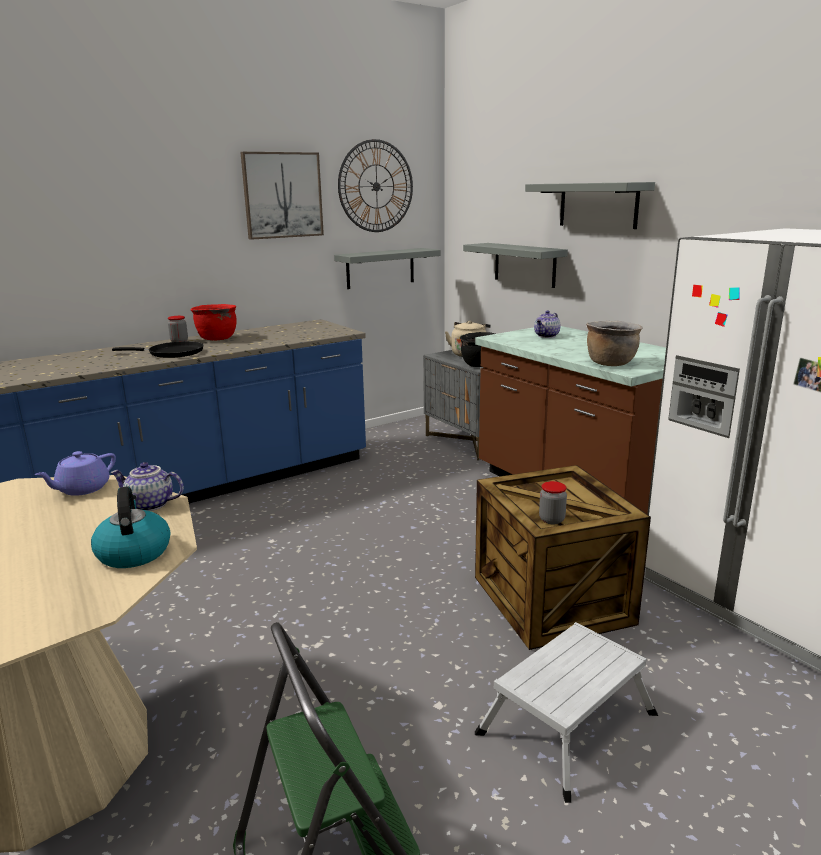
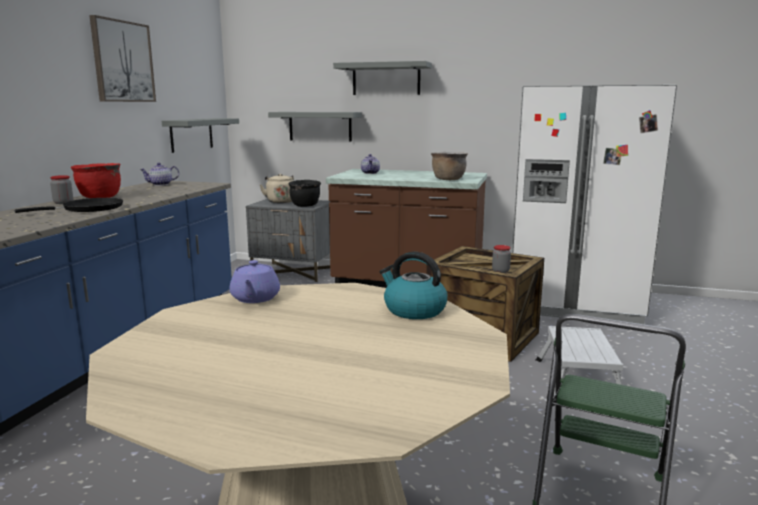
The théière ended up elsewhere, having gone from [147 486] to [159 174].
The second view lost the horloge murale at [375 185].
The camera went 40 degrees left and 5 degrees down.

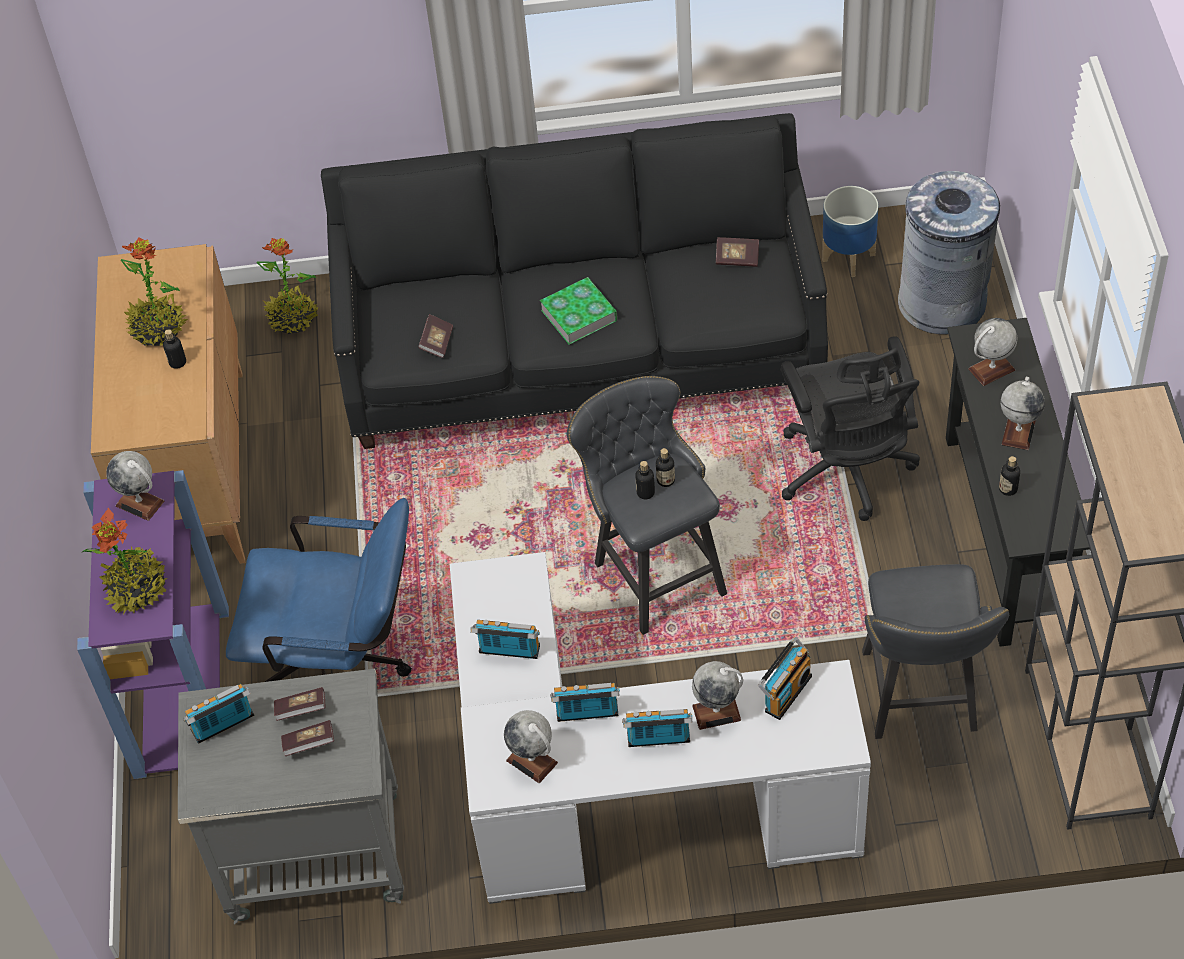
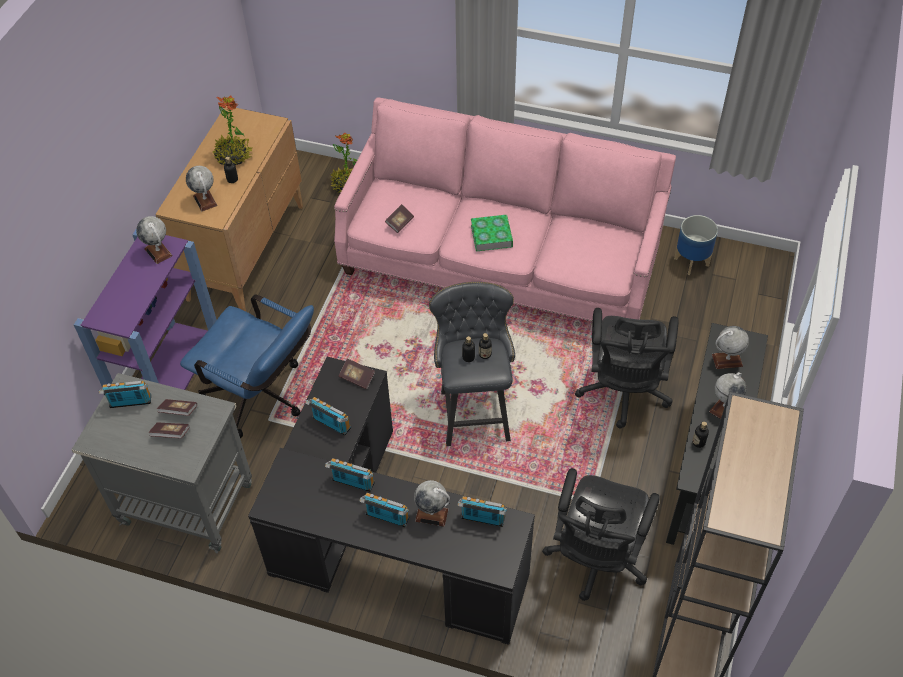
The second view lost the plante en pot at [125 561].
What was the canapé/noir at [574 281] turned into the canapé/rose at [505 210].
What was the bureau/blanc at [660 728] turned into the bureau/noir at [391 501].
The globe ended up elsewhere, having gone from [531 746] to [202 189].
The livre ended up elsewhere, having gone from [737 252] to [357 374].
The radio at [785 678] ended up facing another way, 135 degrees counterclockwise from before.
Where the tabouret/gris stood at [935 651], the chaise de bureau came to stand at [601 534].
The second view lost the poubelle/gris at [949 253].
The camera went 20 degrees right and 0 degrees up.

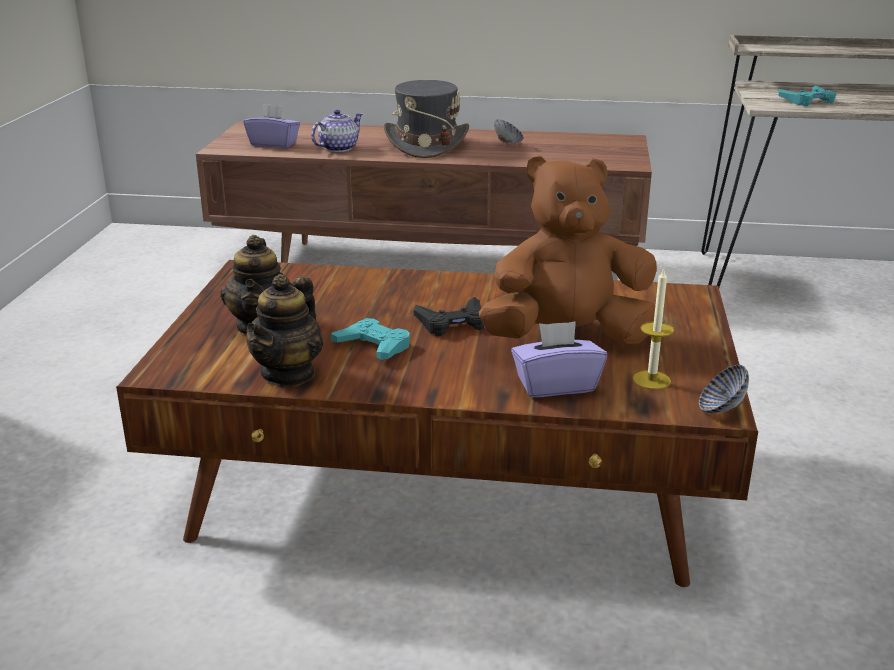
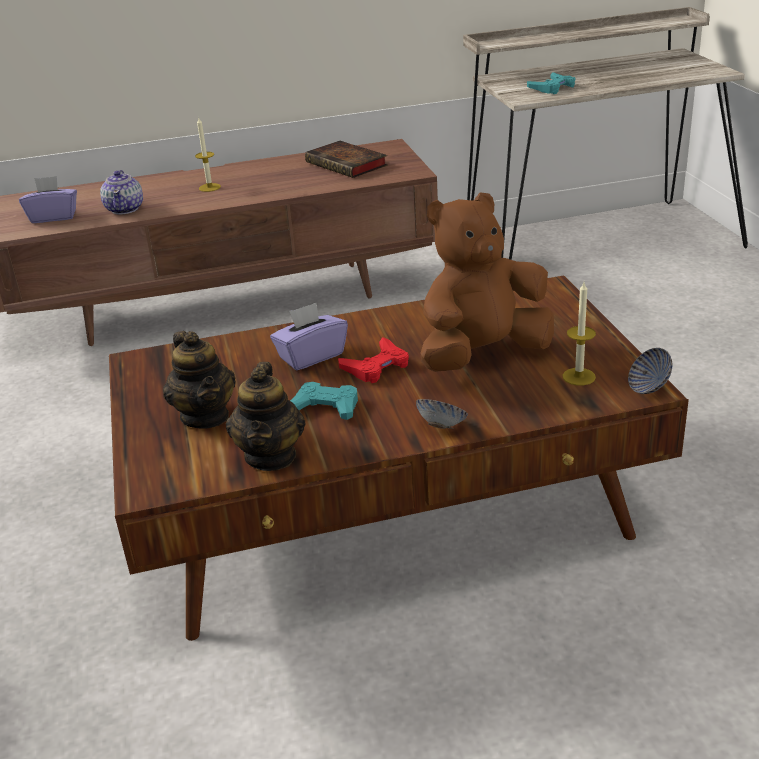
The théière at [337 130] ended up facing another way, 150 degrees clockwise from before.
Where the chapeau/gris stood at [426 119], the bougie came to stand at [208 155].
What was the manette/noir at [449 316] turned into the manette/rouge at [373 360].
The bol ended up elsewhere, having gone from [509 131] to [442 414].
The boîte à mouchoirs/violet ended up elsewhere, having gone from [559 359] to [309 337].
The second view gained the livre at [346 159].
The camera went 20 degrees left and 5 degrees up.

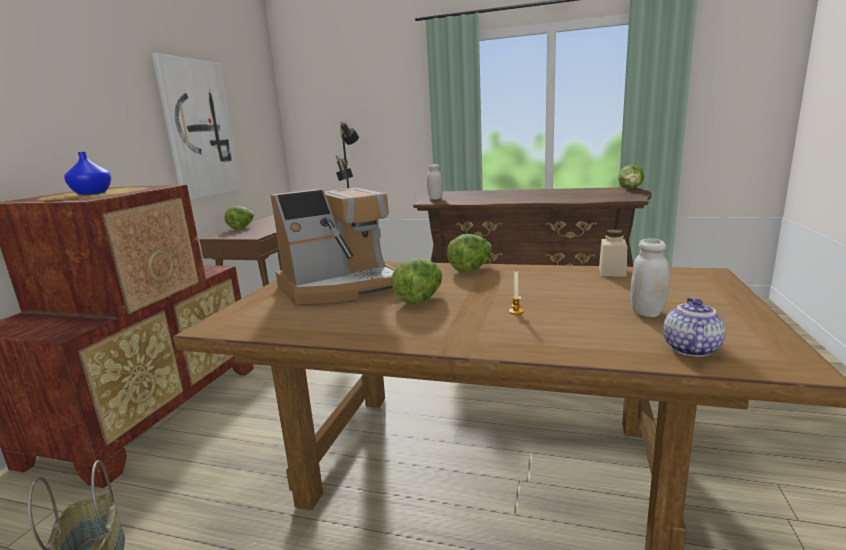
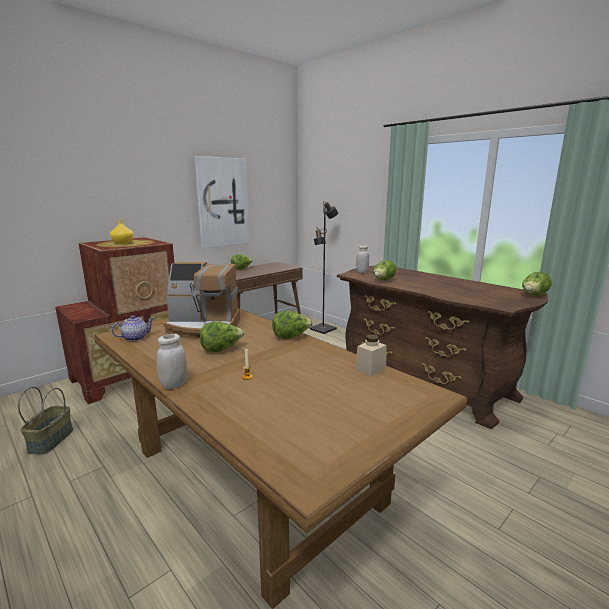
What was the vase/bleu at [87 173] turned into the vase/jaune at [122 232].
The bocal/blanc ended up elsewhere, having gone from [650 278] to [172 361].
The théière ended up elsewhere, having gone from [694 327] to [133 328].
The second view gained the laitue at [385 270].
The camera went 30 degrees right and 0 degrees up.

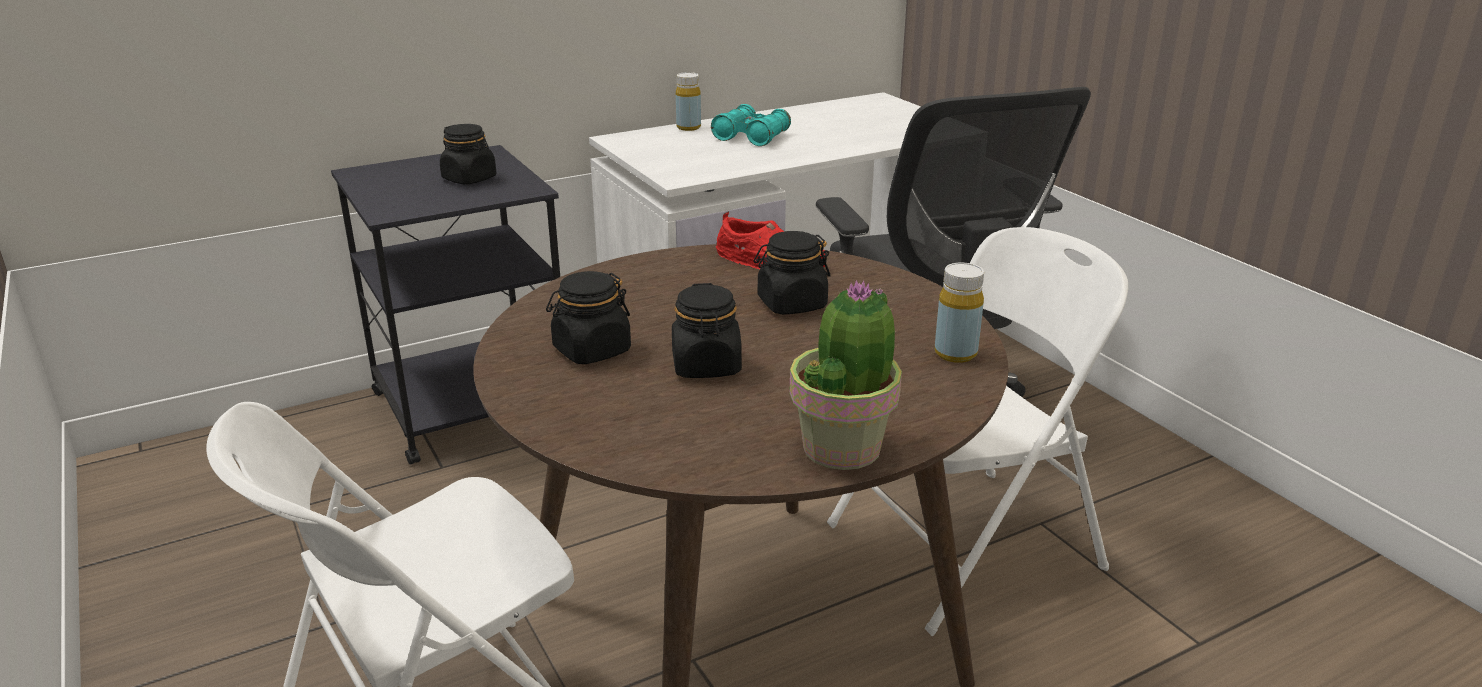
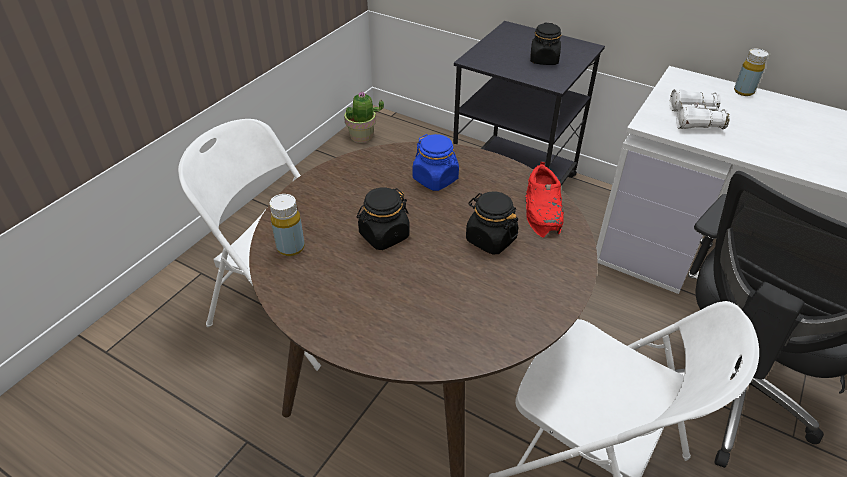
The second view lost the bocal/noir at [588 317].
The second view lost the jumelles/turquoise at [751 125].
The plante en pot ended up elsewhere, having gone from [845 375] to [364 117].
The bouteille/jaune ended up elsewhere, having gone from [959 313] to [287 225].
The second view gained the bocal/bleu at [436 162].
The second view gained the jumelles/blanc at [699 109].
The camera went 60 degrees right and 15 degrees up.

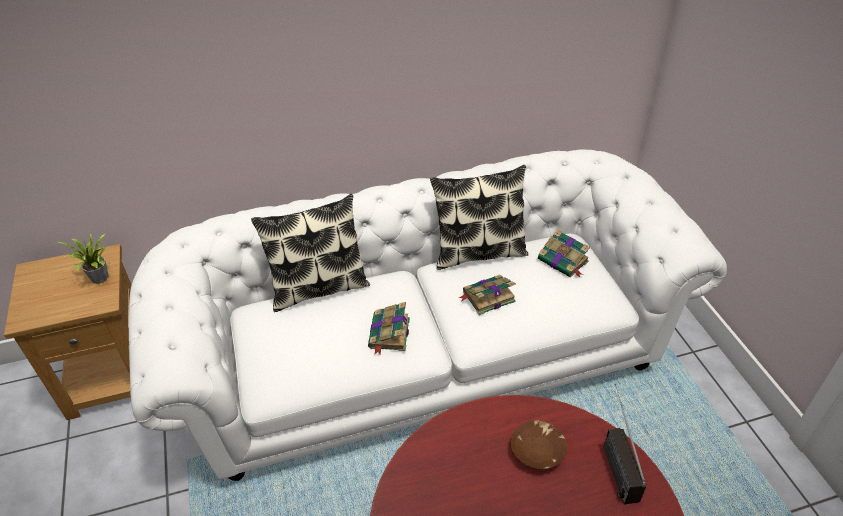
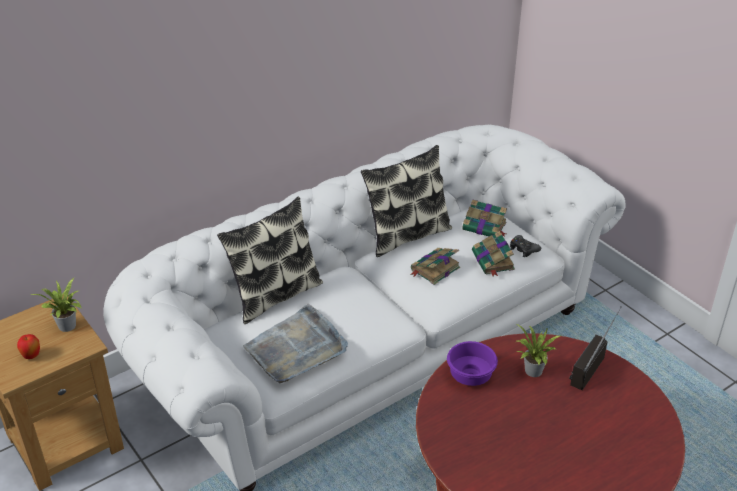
The livre ended up elsewhere, having gone from [389 328] to [493 253].
Where the bol/marron stood at [538 445], the plante en pot came to stand at [538 350].
The radio at [625 444] ended up facing another way, 60 degrees clockwise from before.
The second view gained the pomme at [28 346].
The second view gained the plateau/gris at [295 343].
The second view gained the bol/violet at [472 363].
The second view gained the manette/noir at [525 246].
The camera went 20 degrees left and 5 degrees down.

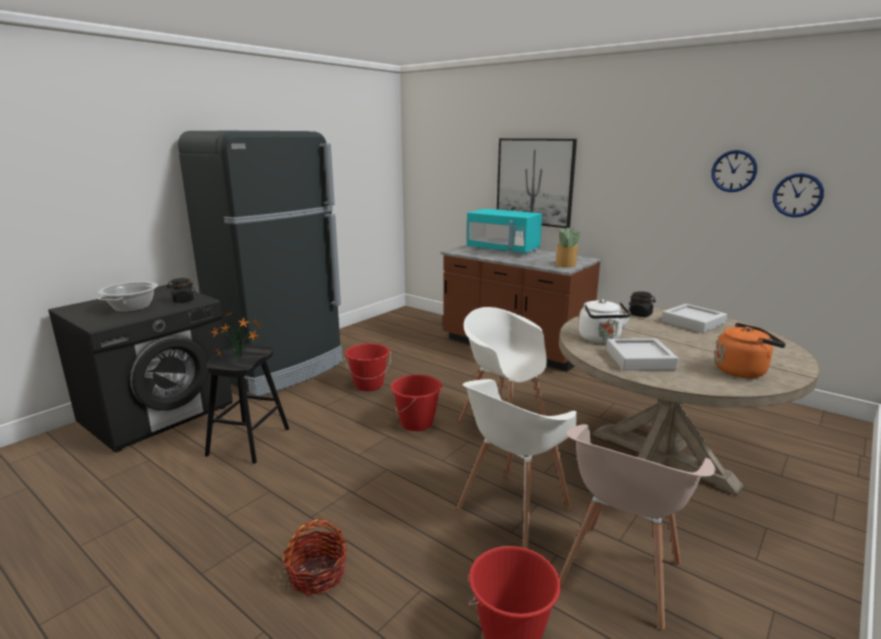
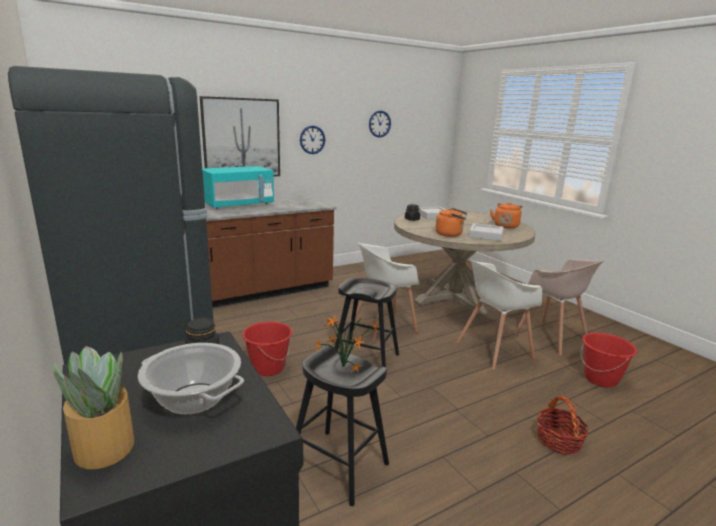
Where the seau/rouge stood at [416 403], the tabouret/noir came to stand at [366 322].
The chaise/blanc at [517 464] ended up facing another way, 90 degrees clockwise from before.
The plante en pot ended up elsewhere, having gone from [568 247] to [93 407].
What was the bouilloire/blanc at [604 321] turned into the bouilloire/orange at [451 222].
The horloge murale ended up elsewhere, having gone from [798 195] to [312 139].
The camera went 70 degrees left and 0 degrees up.

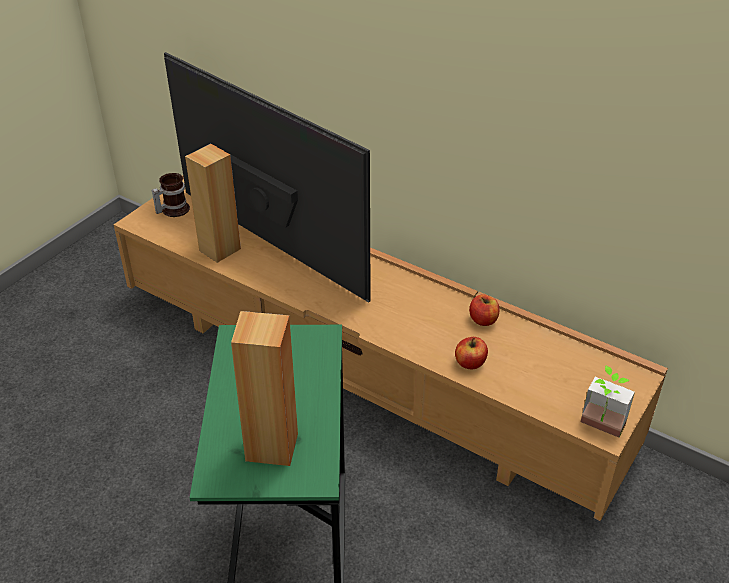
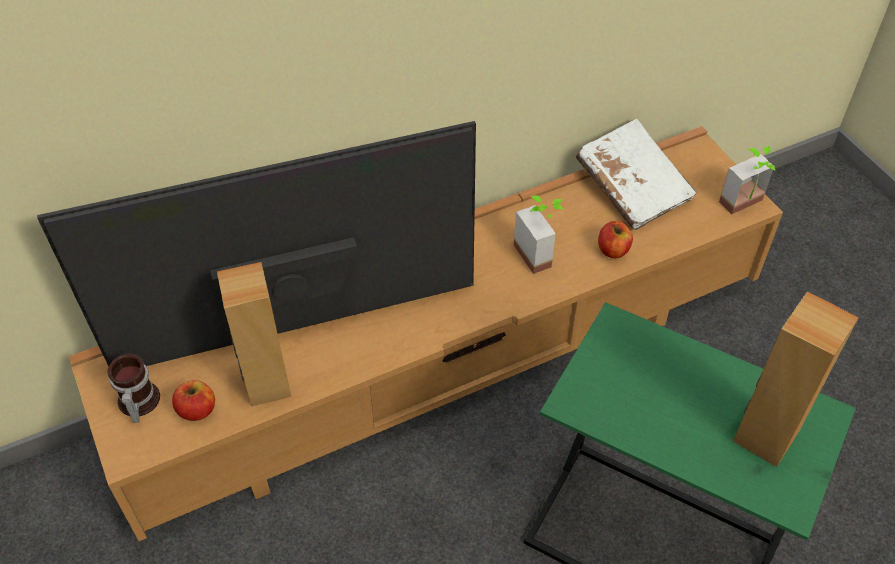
The pomme ended up elsewhere, having gone from [484 310] to [193 400].
The second view gained the plante en pot at [539 234].
The second view gained the livre/blanc at [636 174].
The camera went 60 degrees left and 10 degrees up.

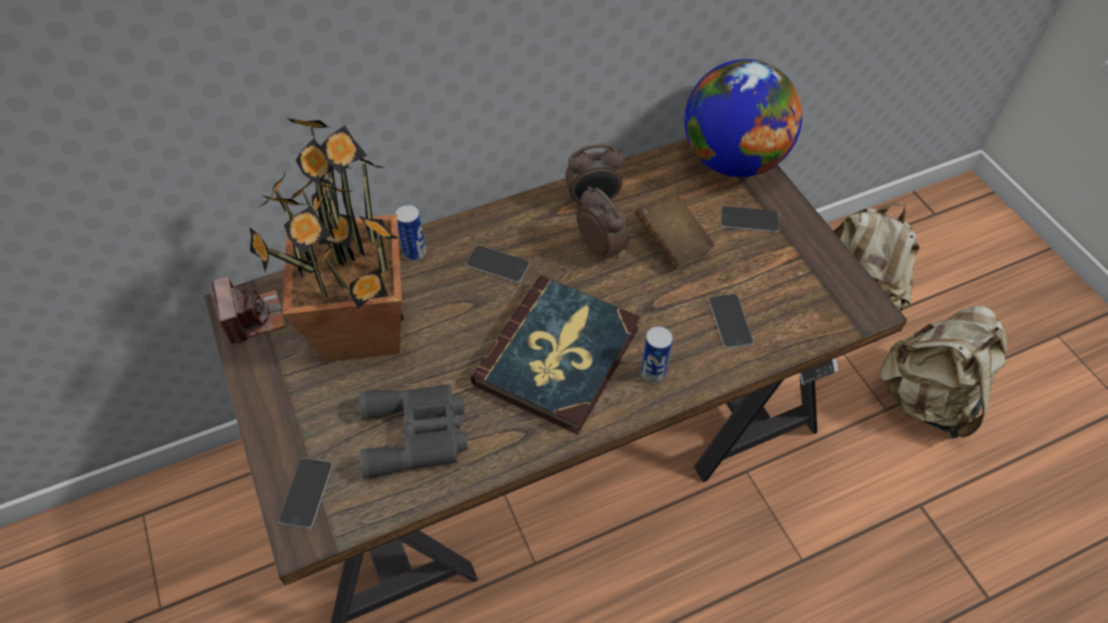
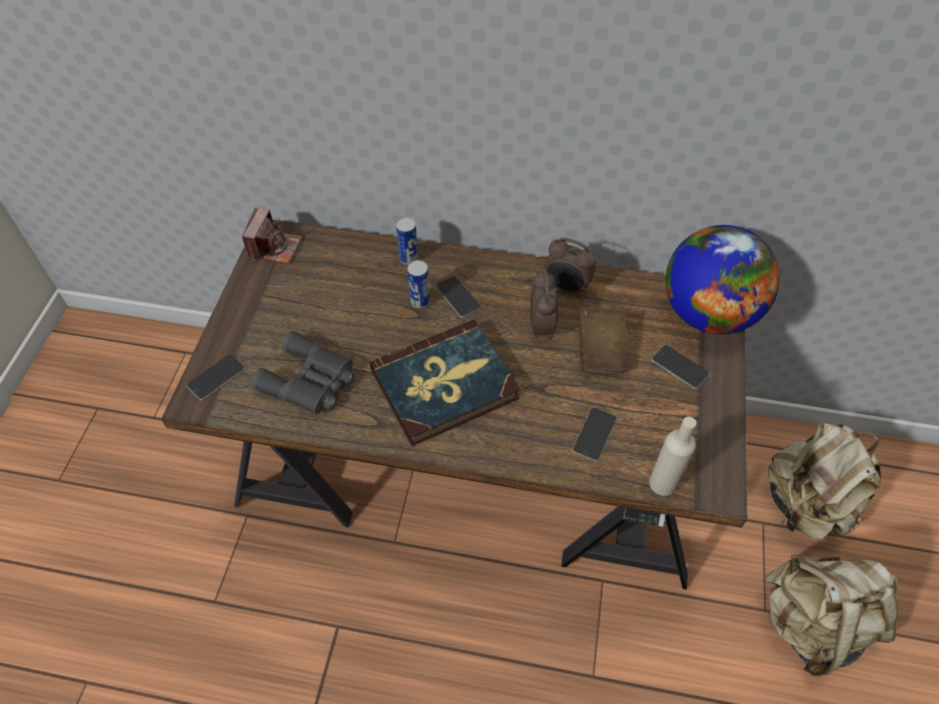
The second view lost the plante en pot at [326 240].
The boîte métallique ended up elsewhere, having gone from [657 354] to [418 284].
The second view gained the bouteille/beige at [672 456].
The camera went 35 degrees right and 0 degrees up.

